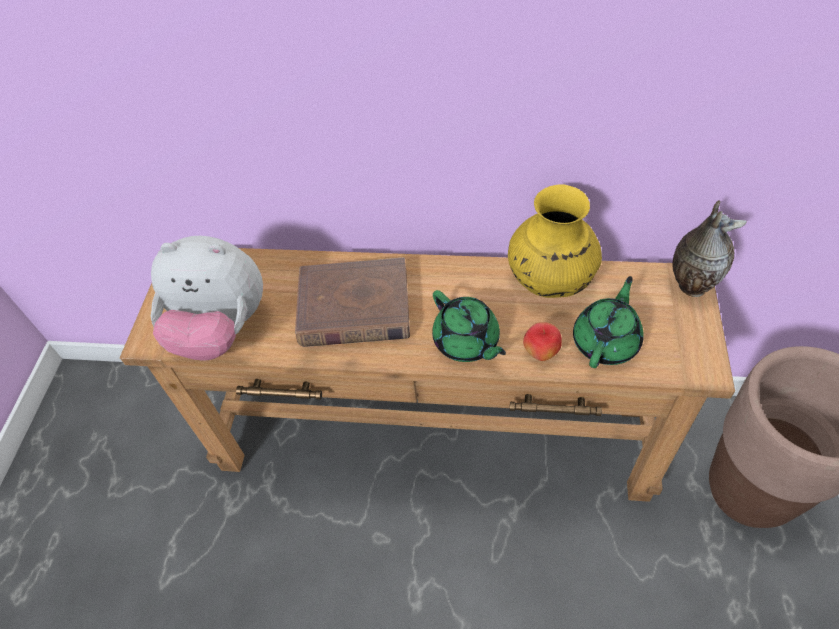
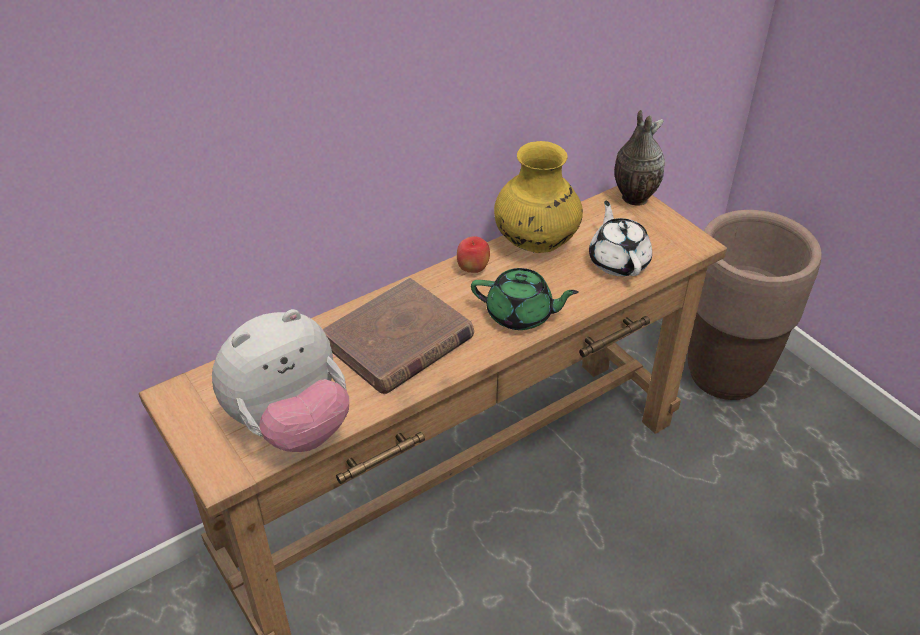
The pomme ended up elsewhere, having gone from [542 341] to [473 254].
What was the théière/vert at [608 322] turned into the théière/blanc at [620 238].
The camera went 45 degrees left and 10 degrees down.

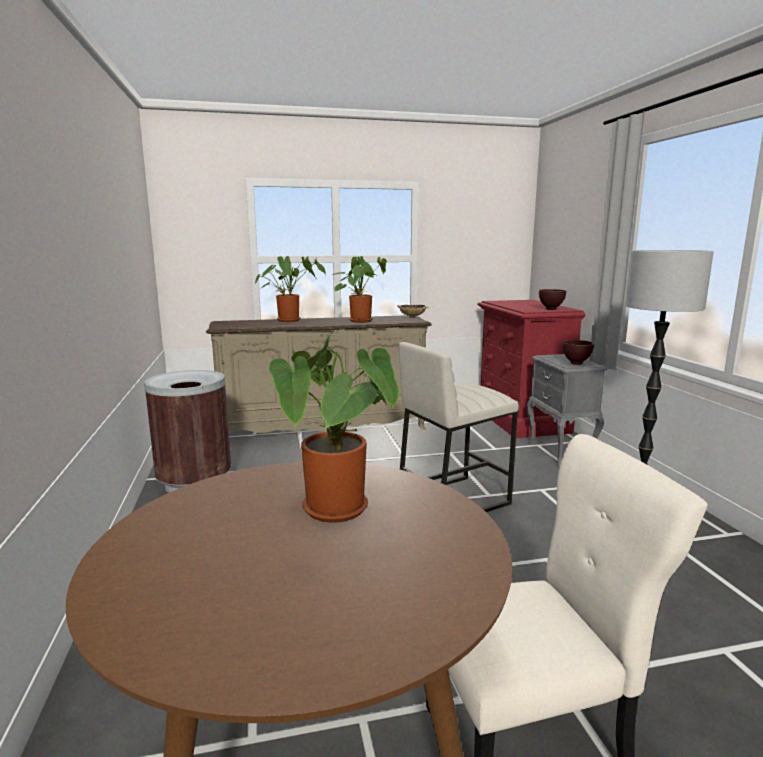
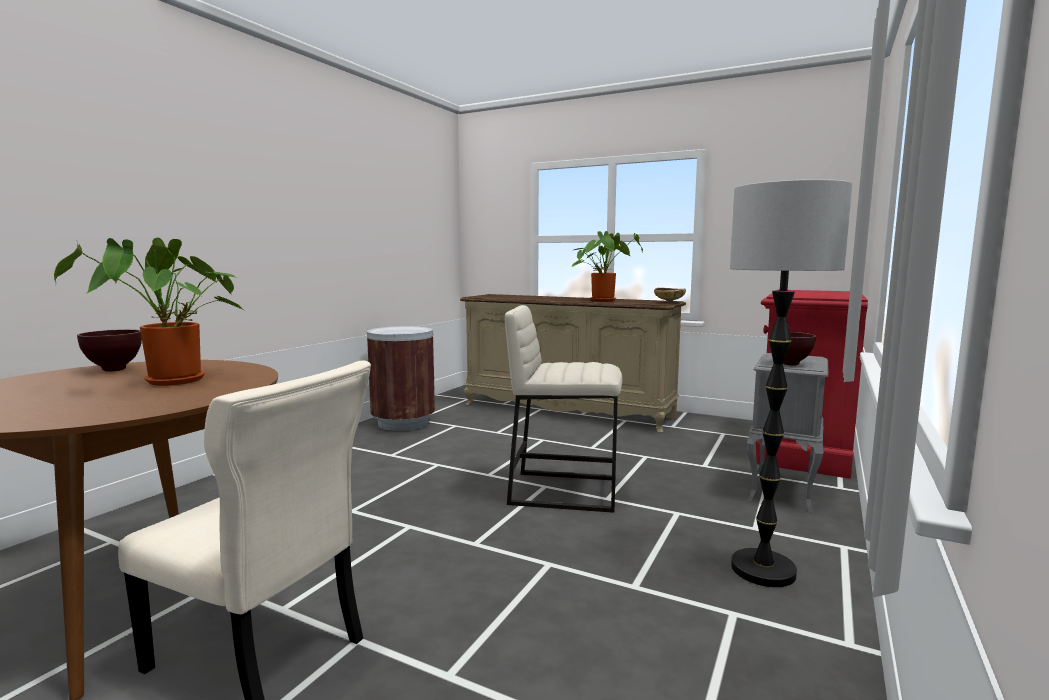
The second view lost the plante en pot at [290 289].
The bol/marron ended up elsewhere, having gone from [552 299] to [109 350].
The camera went 40 degrees right and 5 degrees down.

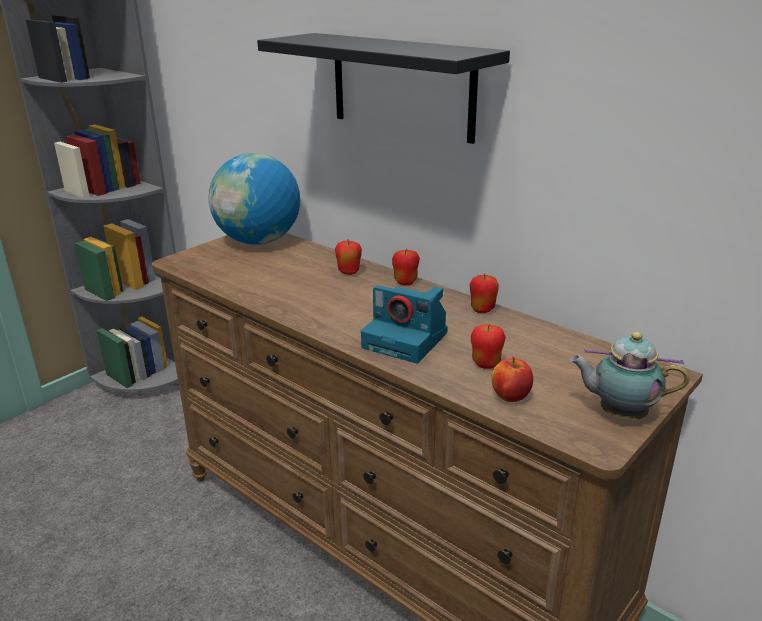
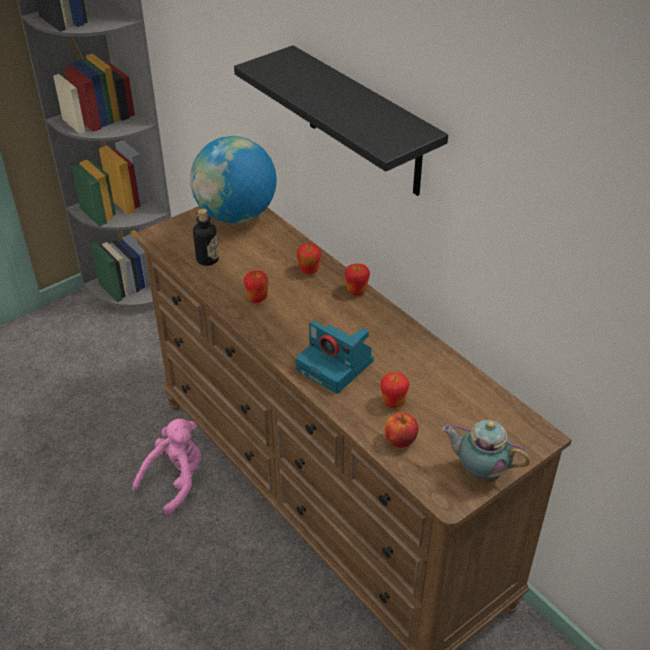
The pomme ended up elsewhere, having gone from [484 293] to [256 286].
The second view gained the peluche/rose at [166 467].
The second view gained the bouteille at [206 237].
The camera went 10 degrees right and 15 degrees up.

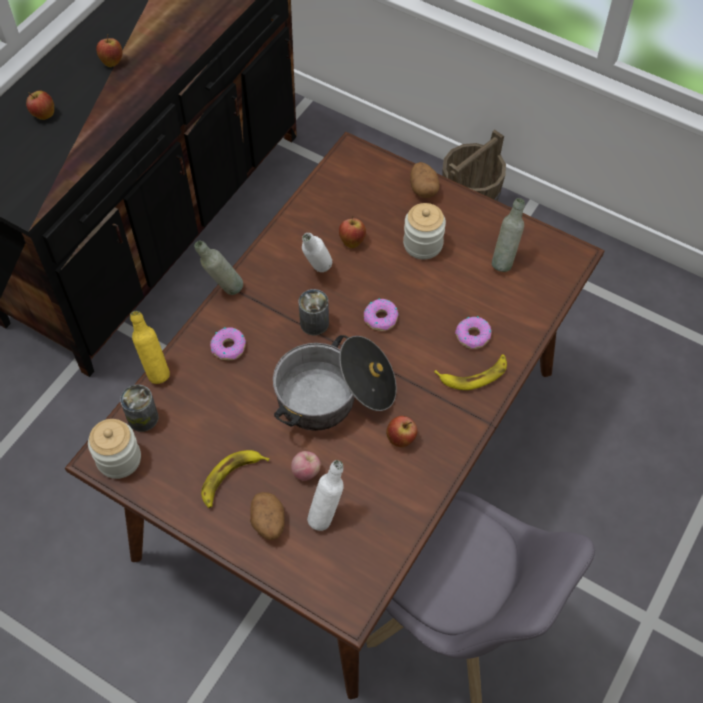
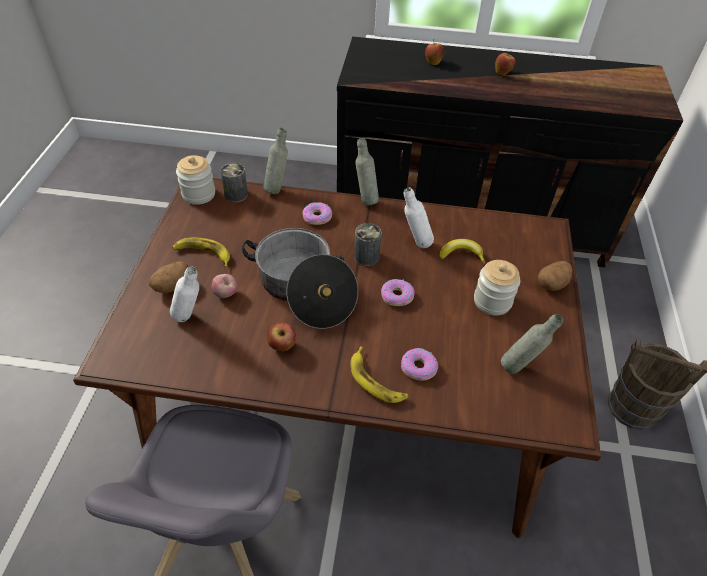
What was the bouteille/jaune at [150 347] turned into the bouteille/gris at [276 161].
Where the pomme stood at [352 232], the banane came to stand at [462 251].
The camera went 65 degrees right and 10 degrees down.

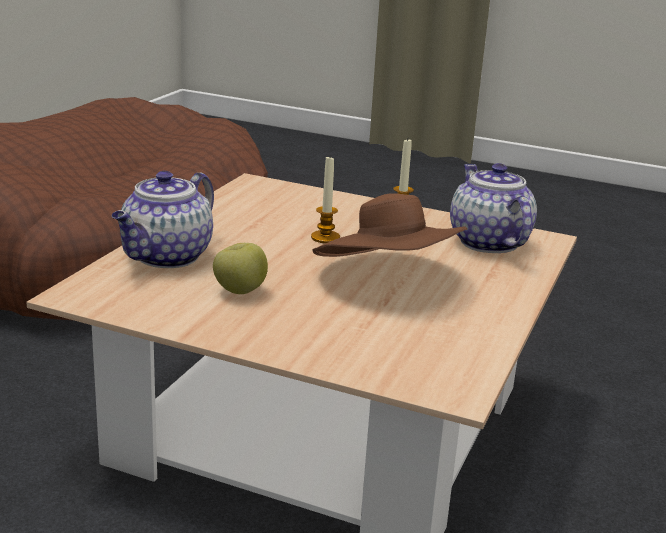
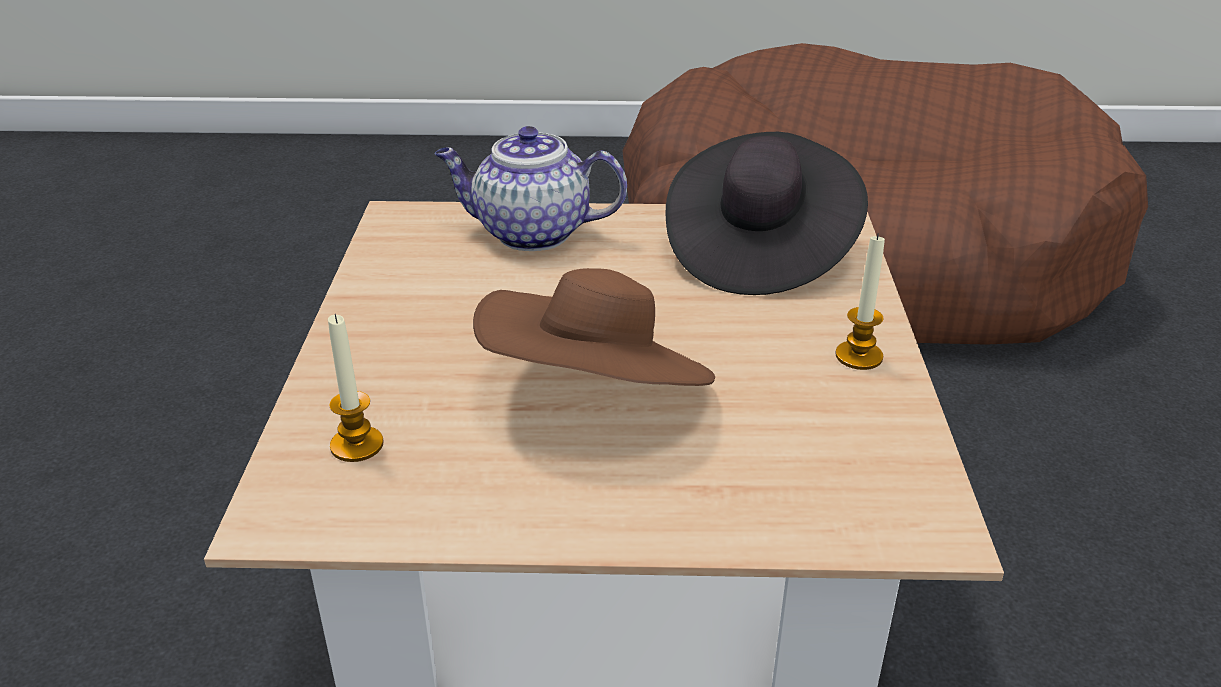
The second view lost the pomme at [240 268].
The bougie ended up elsewhere, having gone from [325 200] to [355 388].
The second view lost the théière at [493 208].
The second view gained the chapeau/noir at [766 213].
The camera went 70 degrees right and 10 degrees up.

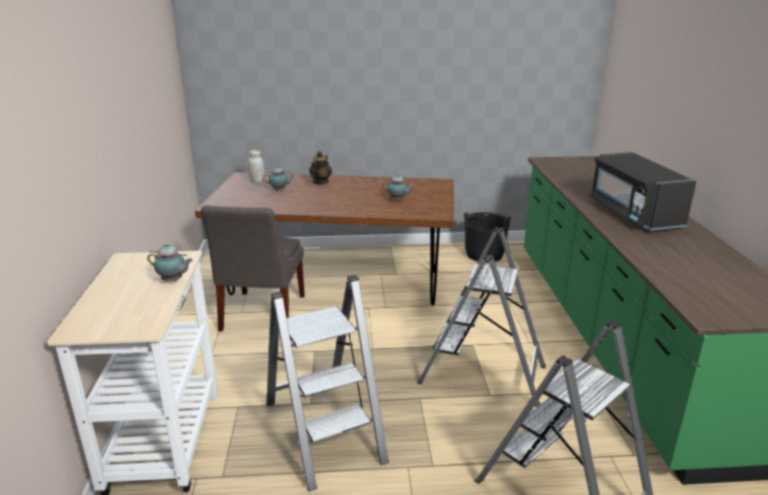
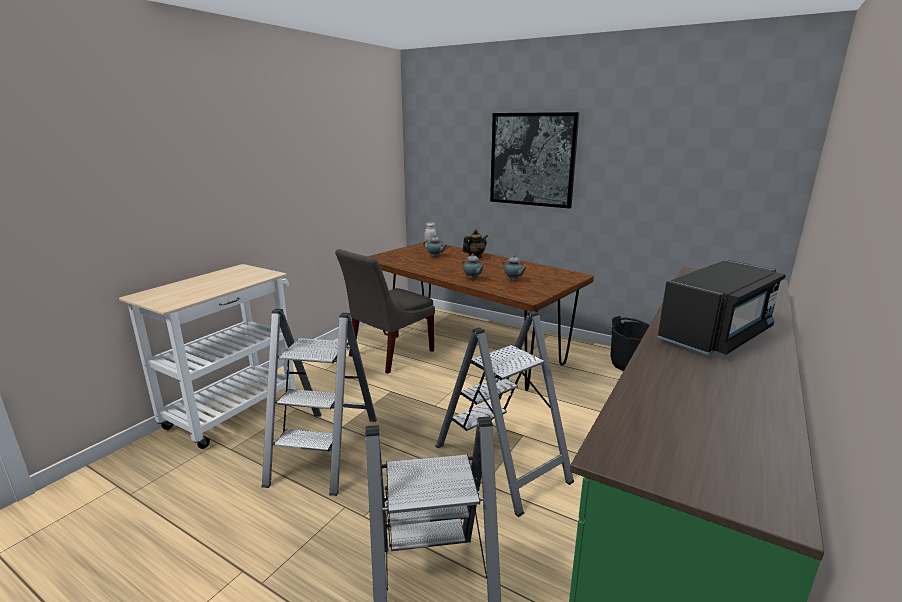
The théière ended up elsewhere, having gone from [170 262] to [473 267].
The micro-ondes/noir at [643 191] ended up facing another way, 150 degrees counterclockwise from before.
The second view gained the tableau at [534 160].
The camera went 35 degrees right and 5 degrees down.

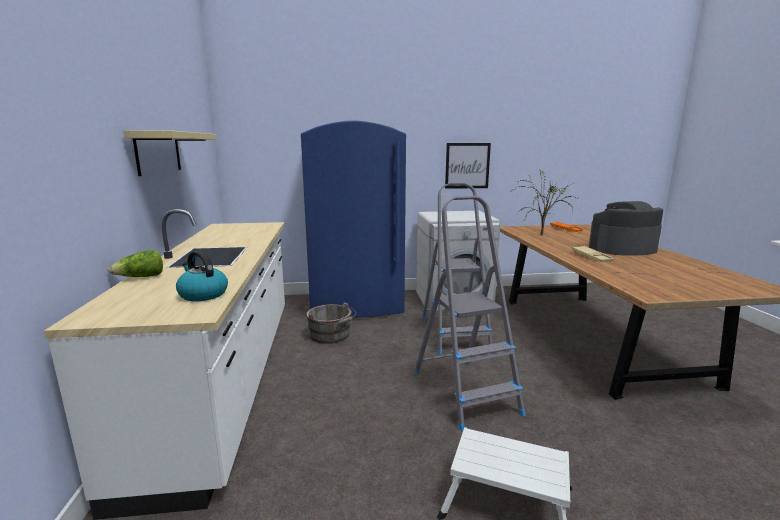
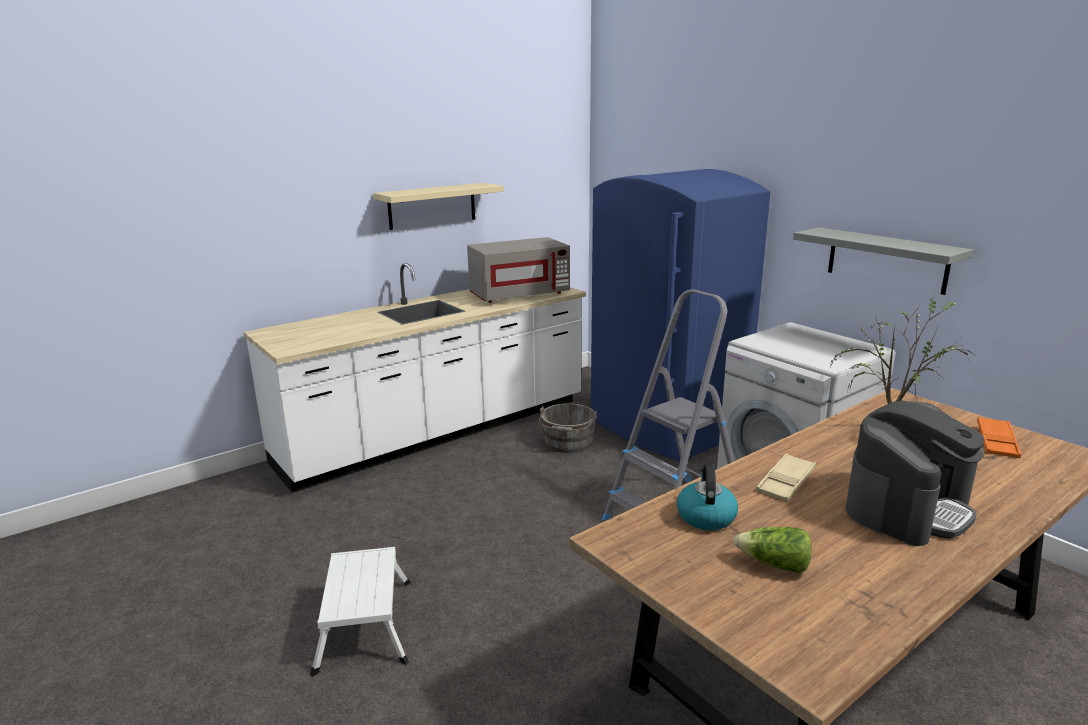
The laitue ended up elsewhere, having gone from [135 263] to [772 550].
The bouilloire ended up elsewhere, having gone from [202 275] to [707 497].
The second view lost the escabeau/gris at [470 313].
Where the tableau hung at [468 166], the étagère/gris came to hang at [883 261].
The machine à café at [626 228] ended up facing another way, 90 degrees clockwise from before.
The second view gained the micro-ondes/gris at [518 270].
The camera went 60 degrees right and 5 degrees up.

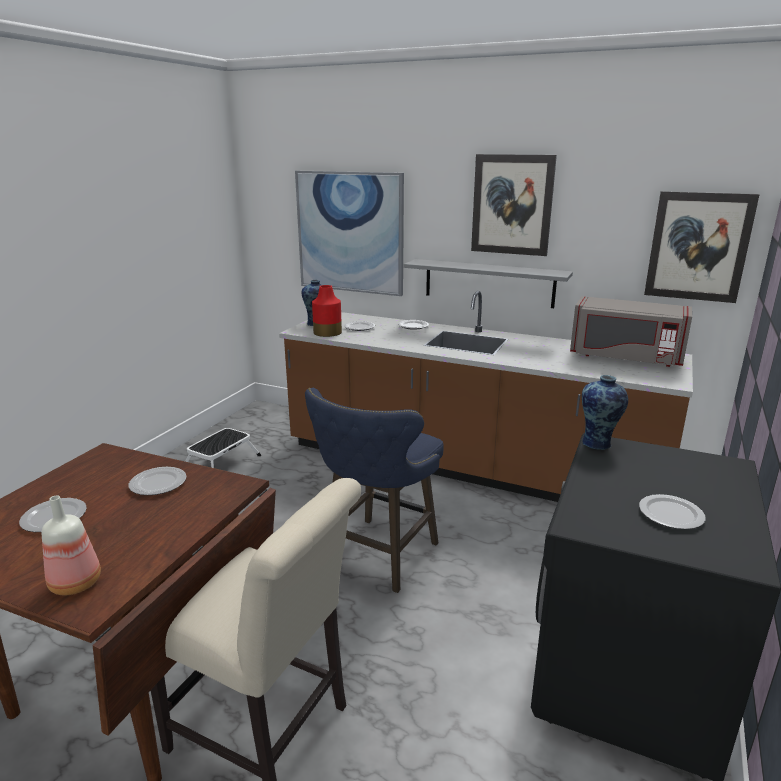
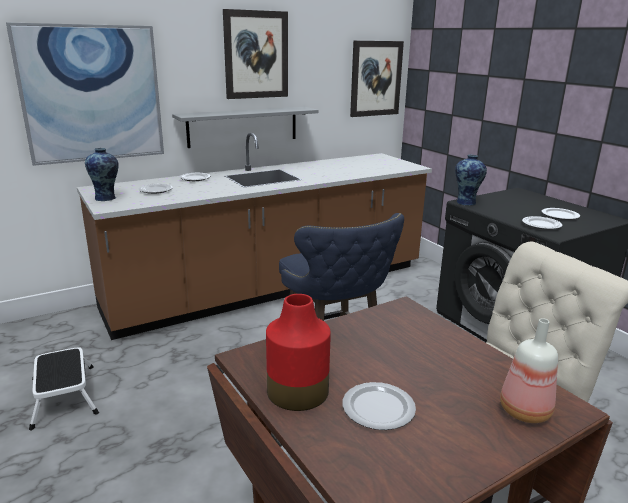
The assiette ended up elsewhere, having gone from [157 481] to [542 223].
The vase/rouge ended up elsewhere, having gone from [327 311] to [298 352].
The second view lost the micro-ondes/gris at [631 331].
The camera went 55 degrees left and 0 degrees up.

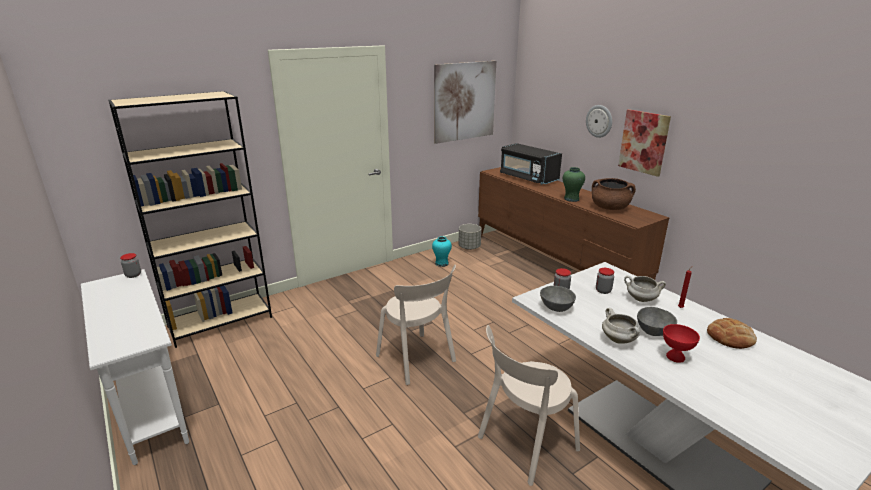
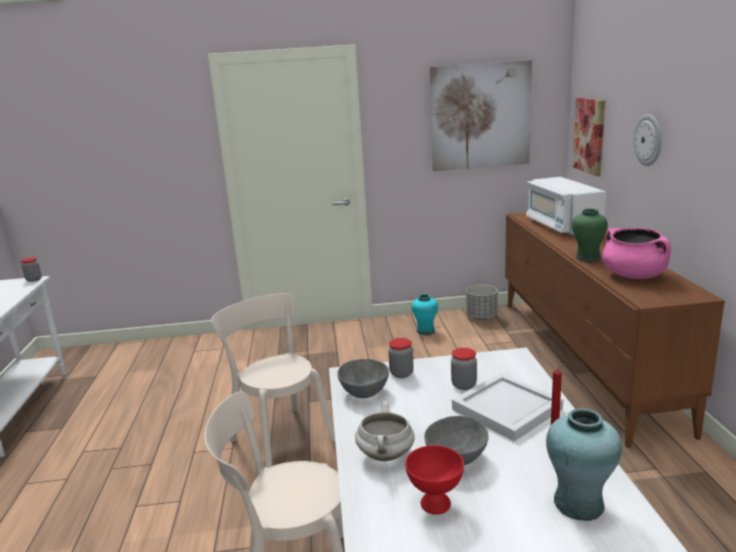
The second view lost the bibliothèque/beige at [190 219].
The chaise/beige at [416 325] ended up facing another way, 150 degrees clockwise from before.
What was the micro-ondes/noir at [531 164] turned into the micro-ondes/blanc at [566 206].
What was the marmite/marron at [614 194] turned into the marmite/rose at [636 253].
The tableau ended up elsewhere, having gone from [644 143] to [589 136].
Where the marmite/blanc stood at [645 289], the plateau/blanc came to stand at [507 407].
Where the pain stood at [732 333], the vase/turquoise came to stand at [584 464].
The camera went 30 degrees right and 5 degrees down.

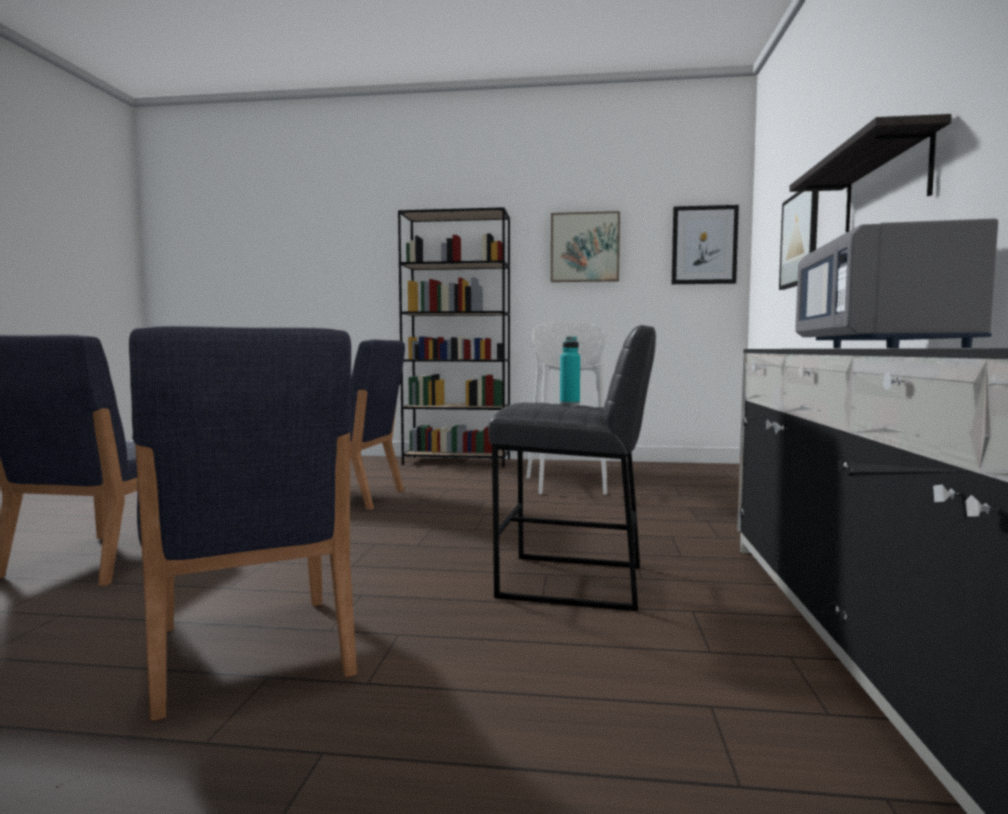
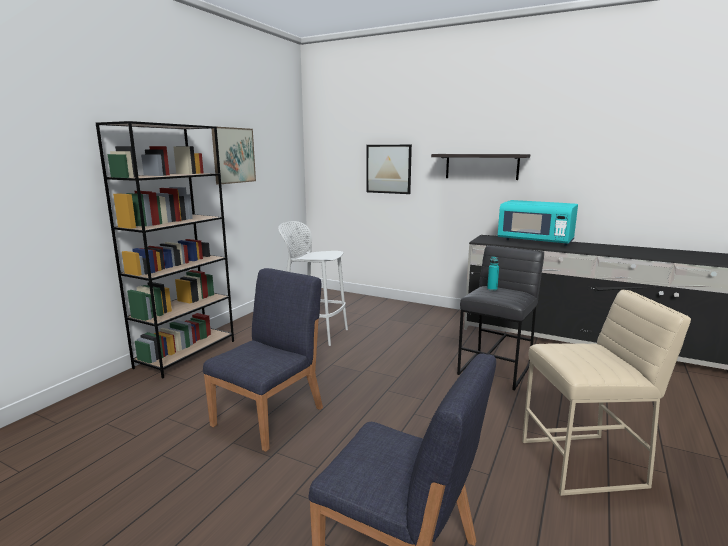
Where the chaise/bleu stood at [243 523], the tabouret/beige came to stand at [606 393].
The second view lost the tableau at [705 244].
What was the micro-ondes/gris at [896 283] turned into the micro-ondes/turquoise at [538 223].
The camera went 70 degrees left and 10 degrees up.

